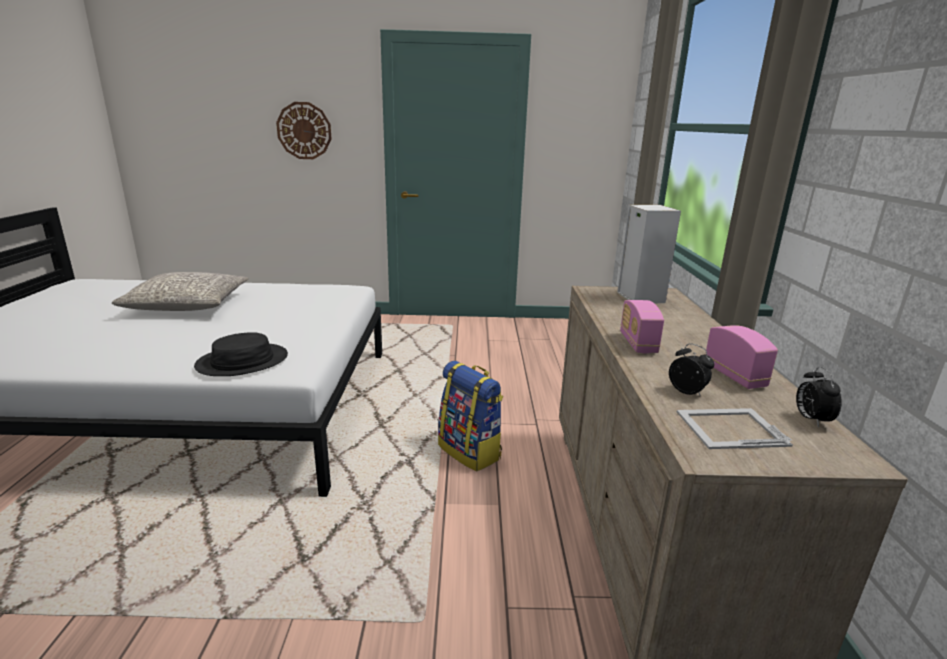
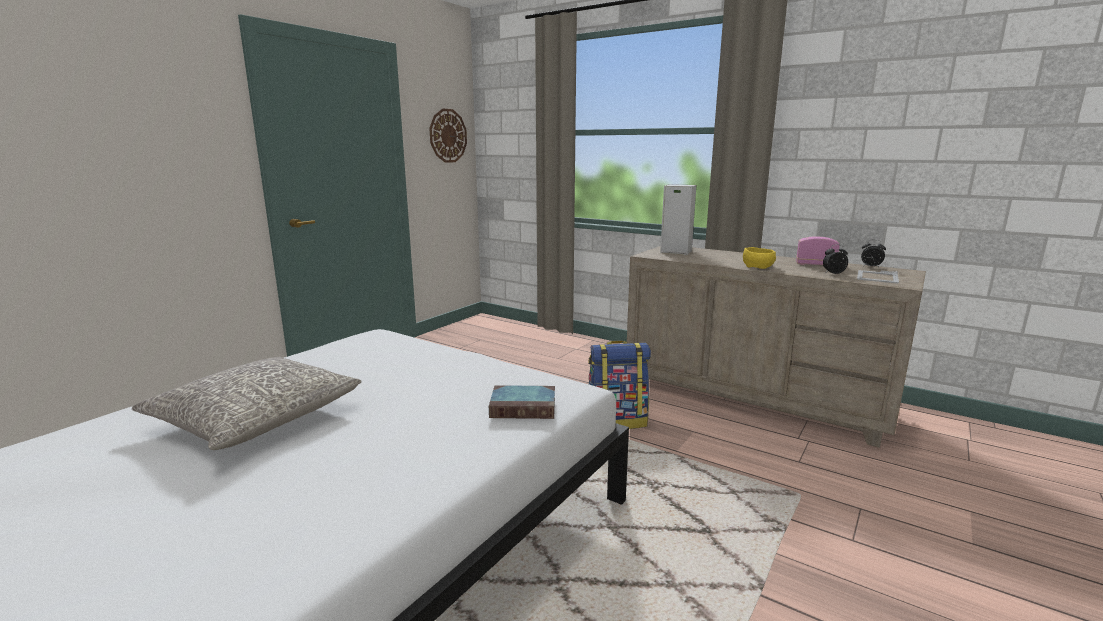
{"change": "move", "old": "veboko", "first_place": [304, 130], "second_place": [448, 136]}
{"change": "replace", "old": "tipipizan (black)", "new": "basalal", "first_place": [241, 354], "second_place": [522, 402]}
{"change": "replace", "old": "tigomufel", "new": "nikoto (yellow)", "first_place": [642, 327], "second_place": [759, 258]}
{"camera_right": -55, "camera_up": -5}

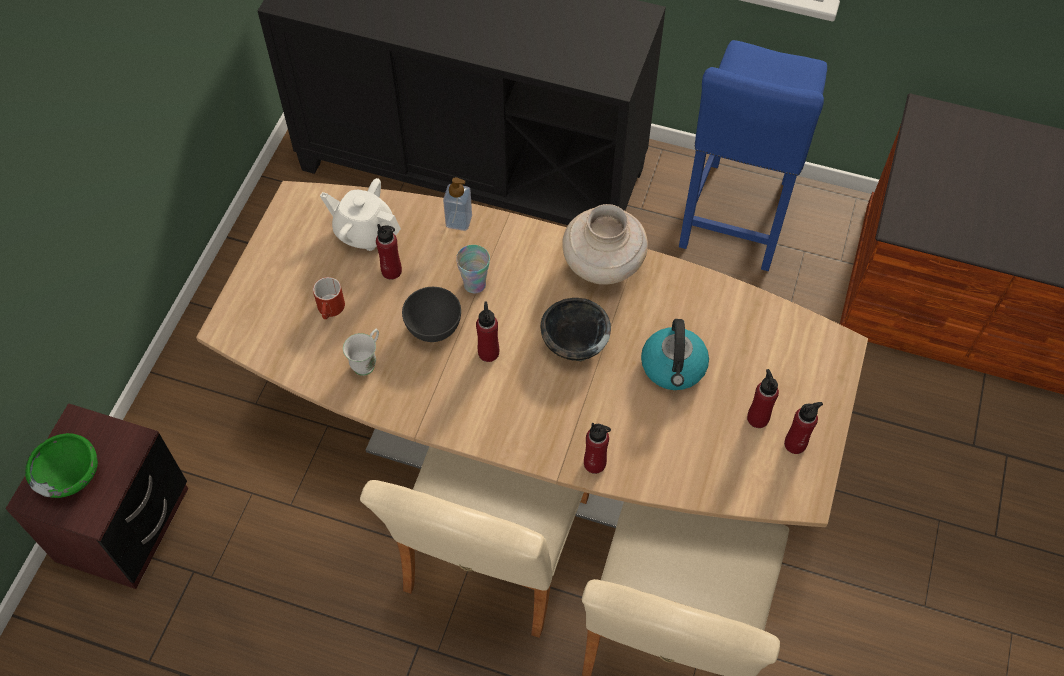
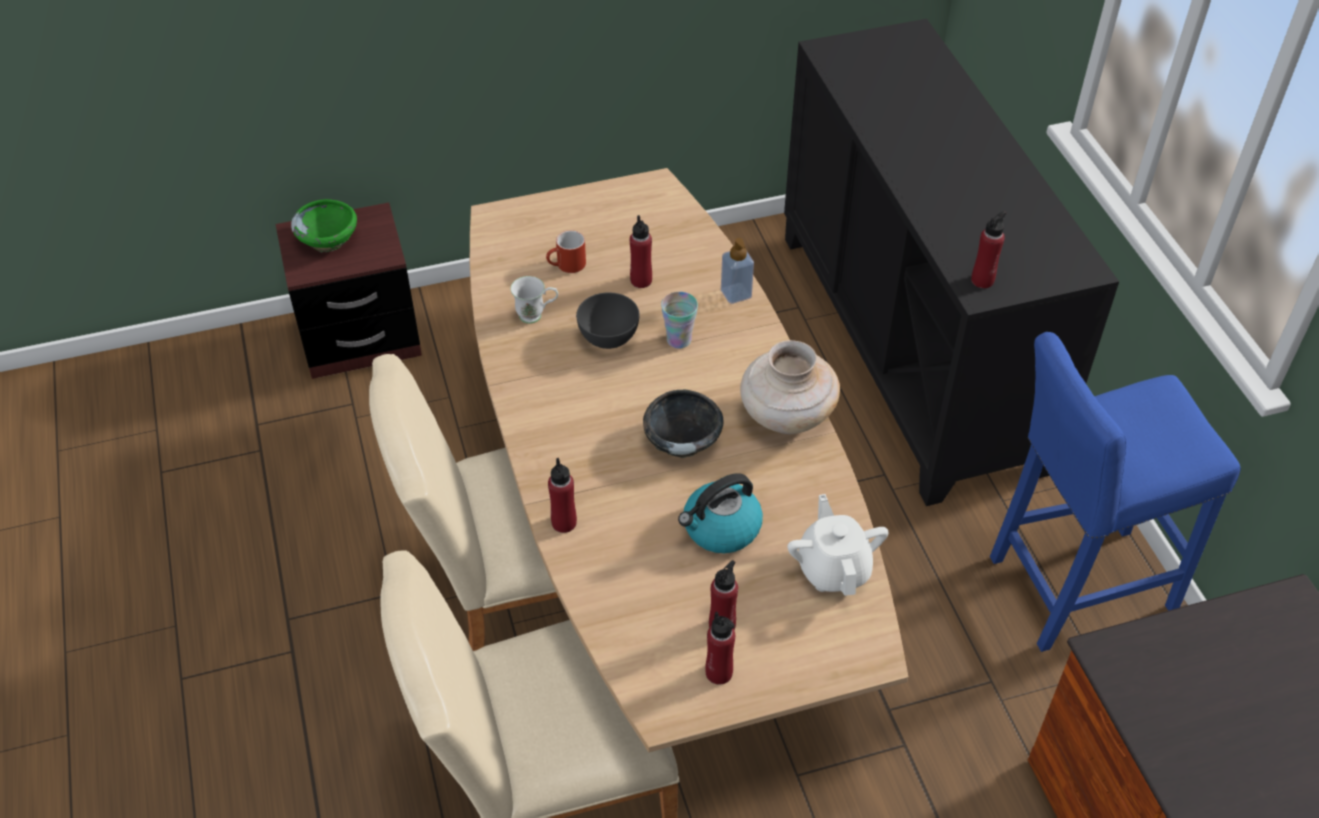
{"change": "move", "old": "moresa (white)", "first_place": [360, 214], "second_place": [838, 545]}
{"change": "move", "old": "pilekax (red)", "first_place": [487, 331], "second_place": [988, 249]}
{"camera_right": 55, "camera_up": -10}

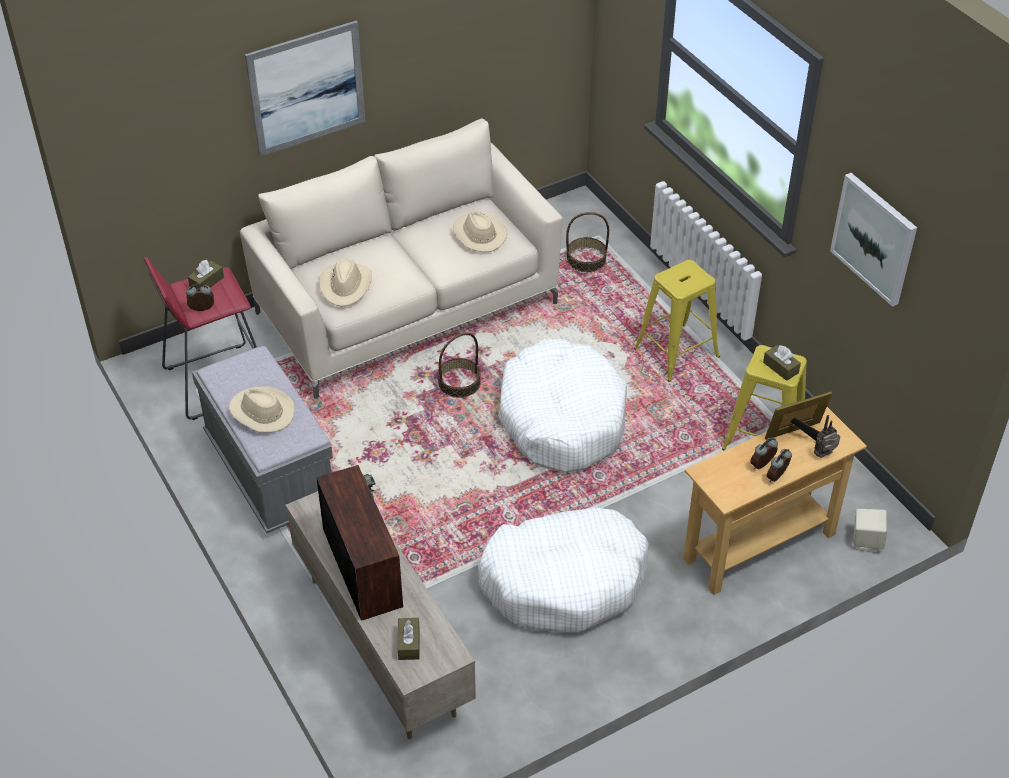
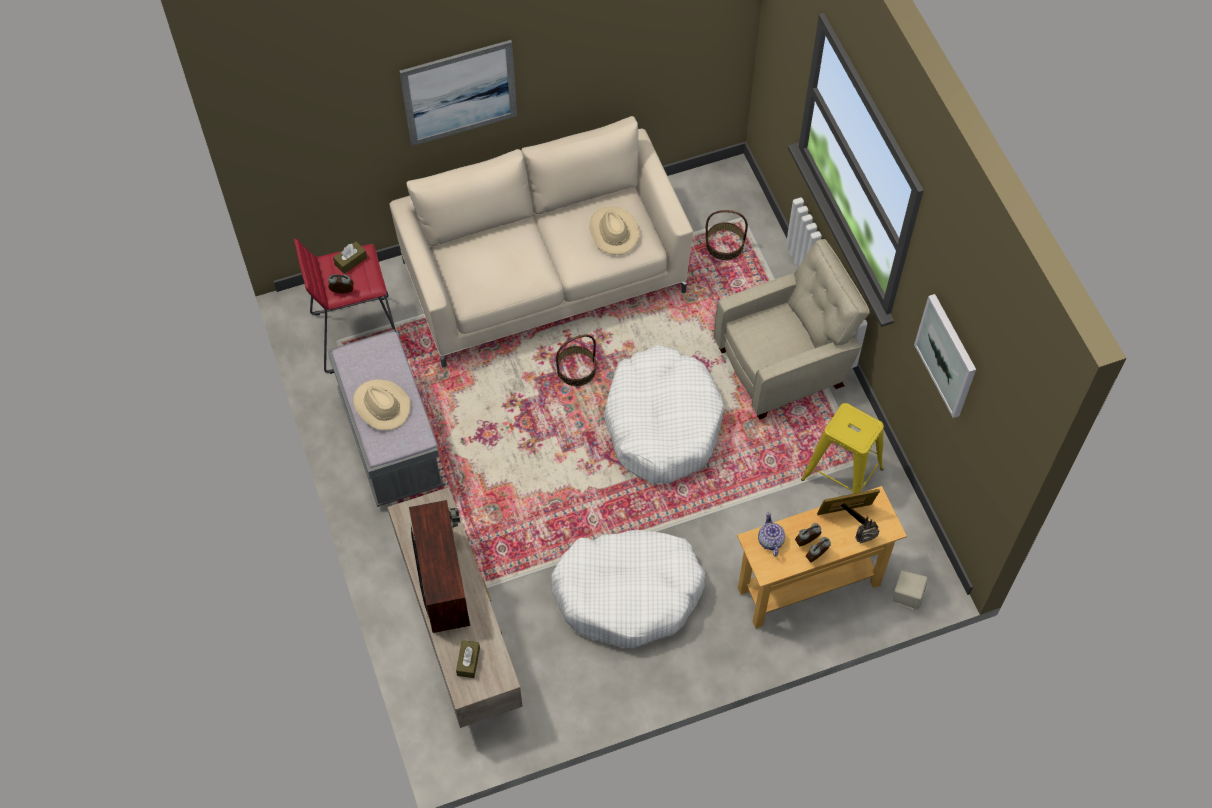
{"change": "delete", "old": "tipipizan (beige)", "first_place": [345, 282]}
{"change": "delete", "old": "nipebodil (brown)", "first_place": [782, 363]}
{"change": "insert", "new": "moresa", "second_place": [771, 534]}
{"change": "replace", "old": "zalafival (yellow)", "new": "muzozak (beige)", "first_place": [677, 321], "second_place": [791, 329]}
{"camera_right": 10, "camera_up": 15}

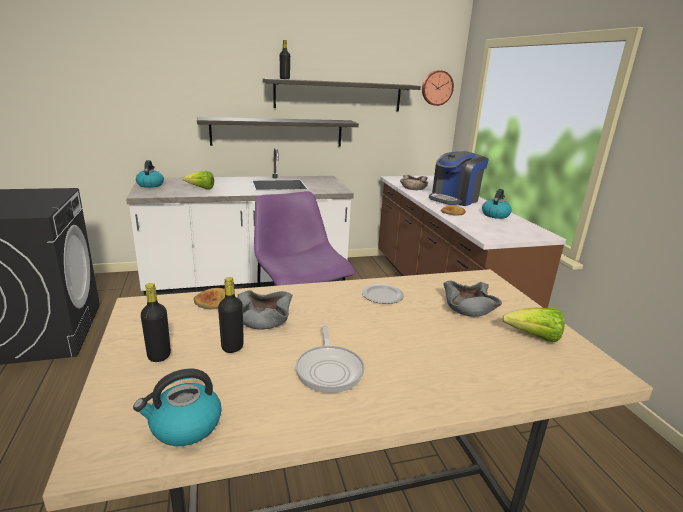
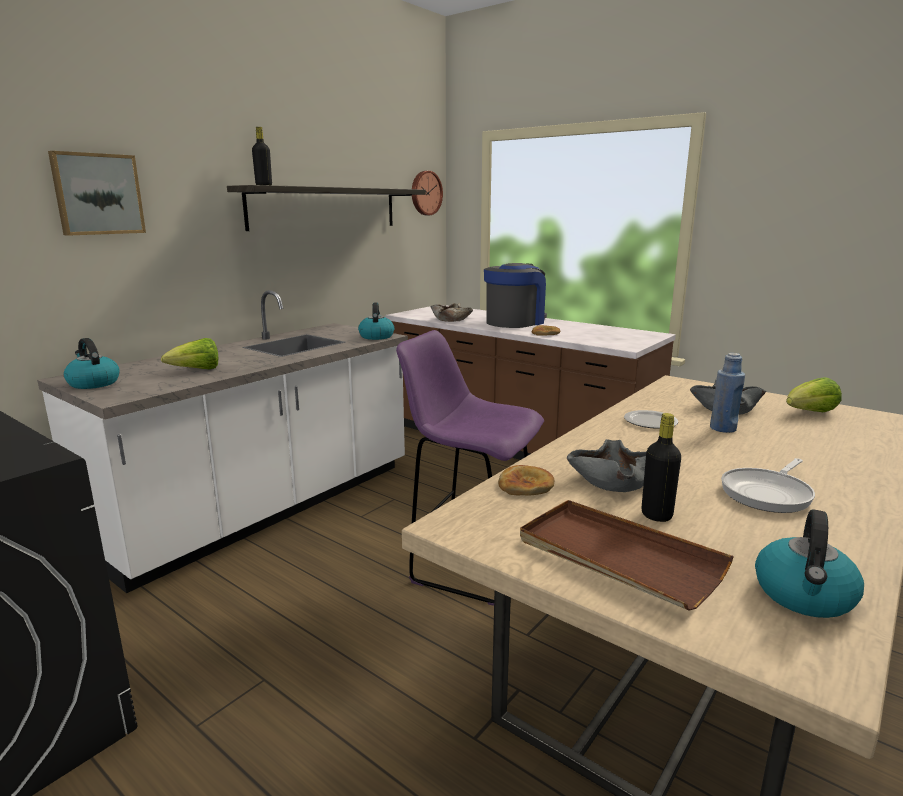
{"change": "delete", "old": "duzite", "first_place": [278, 132]}
{"change": "insert", "new": "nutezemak", "second_place": [97, 193]}
{"change": "insert", "new": "pilekax (blue)", "second_place": [727, 393]}
{"change": "move", "old": "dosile", "first_place": [497, 204], "second_place": [376, 321]}
{"change": "replace", "old": "pilekax (black)", "new": "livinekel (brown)", "first_place": [156, 322], "second_place": [627, 555]}
{"change": "rotate", "old": "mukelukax", "first_place": [330, 359], "second_place": [768, 485], "degrees": 90}
{"change": "rotate", "old": "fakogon", "first_place": [459, 178], "second_place": [515, 295], "degrees": -150}
{"camera_right": -35, "camera_up": -5}

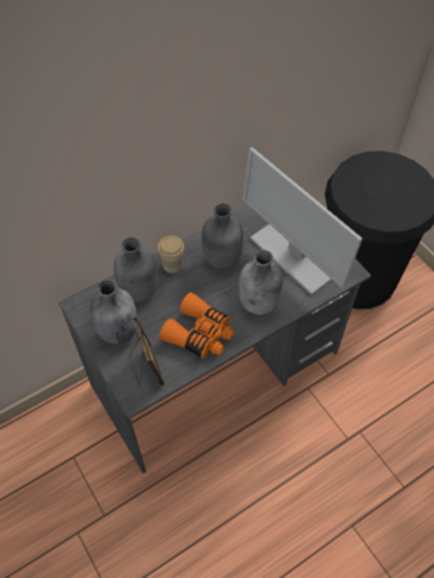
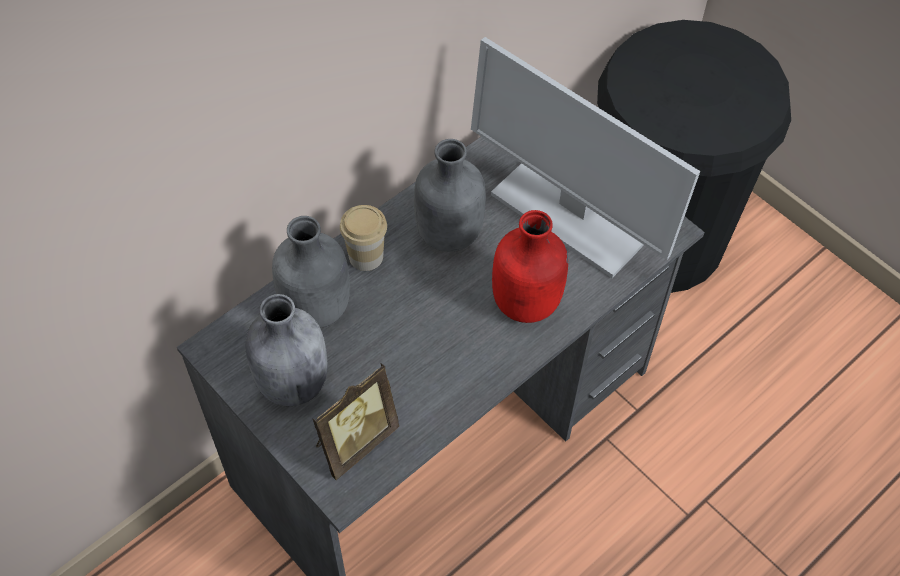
{"change": "delete", "old": "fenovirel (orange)", "first_place": [196, 325]}
{"change": "recolor", "old": "pilekax (grey)", "new": "pilekax (red)", "first_place": [261, 282], "second_place": [530, 266]}
{"change": "rotate", "old": "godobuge", "first_place": [147, 352], "second_place": [355, 421], "degrees": 75}
{"camera_right": -10, "camera_up": 0}

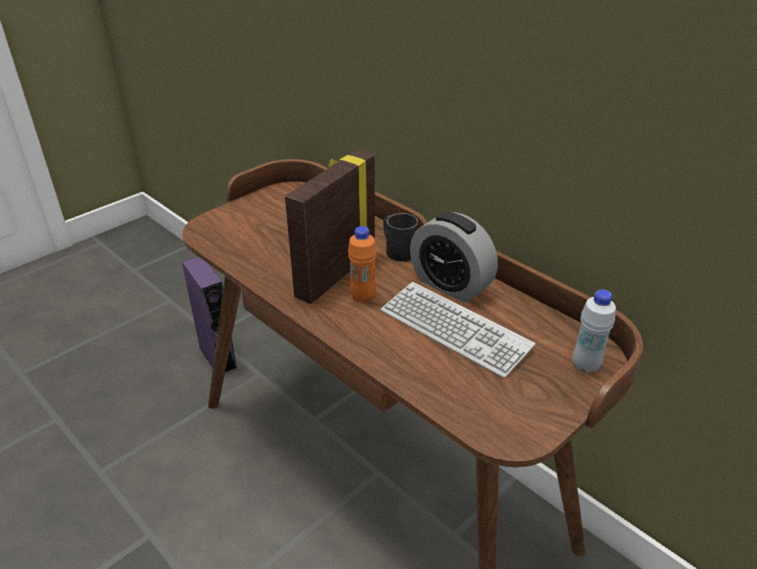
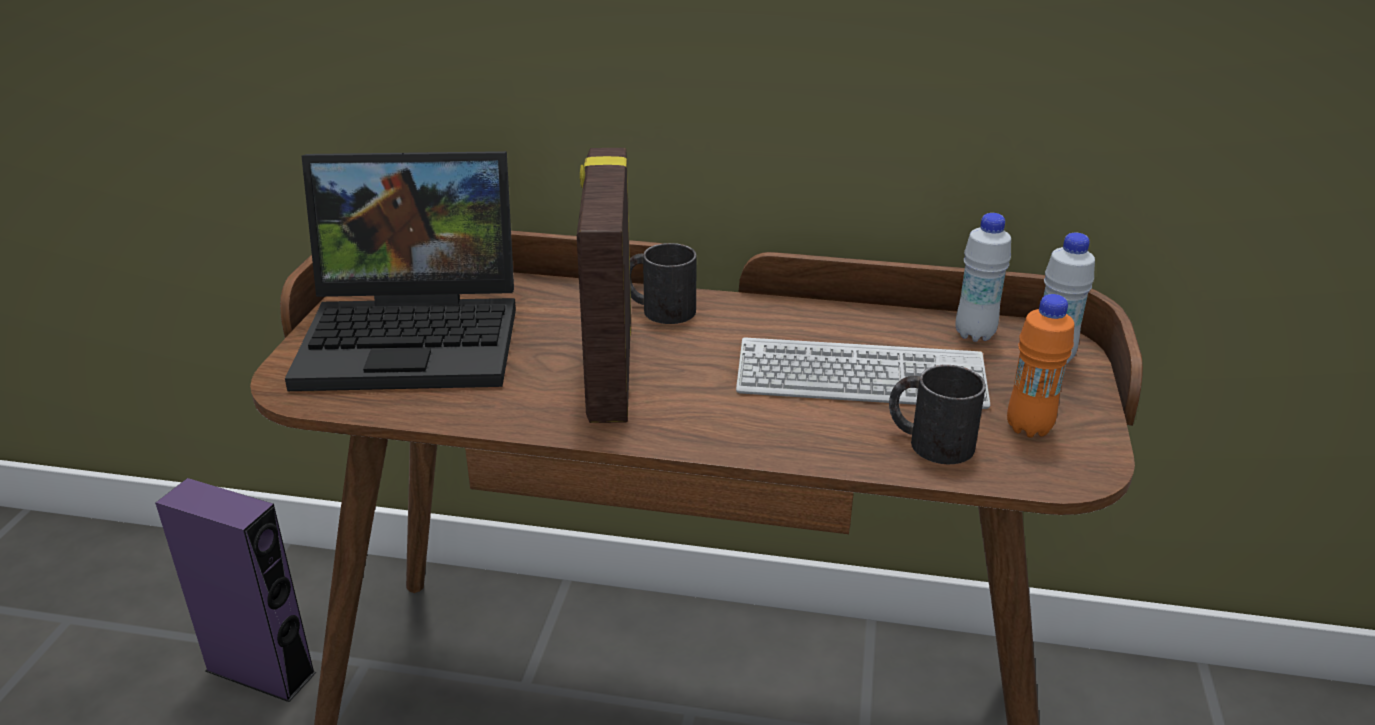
{"change": "delete", "old": "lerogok", "first_place": [454, 257]}
{"change": "insert", "new": "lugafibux", "second_place": [400, 271]}
{"change": "insert", "new": "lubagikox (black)", "second_place": [937, 414]}
{"change": "insert", "new": "pilekax (white)", "second_place": [983, 277]}
{"change": "move", "old": "pilekax (orange)", "first_place": [362, 264], "second_place": [1040, 366]}
{"camera_right": -35, "camera_up": -5}

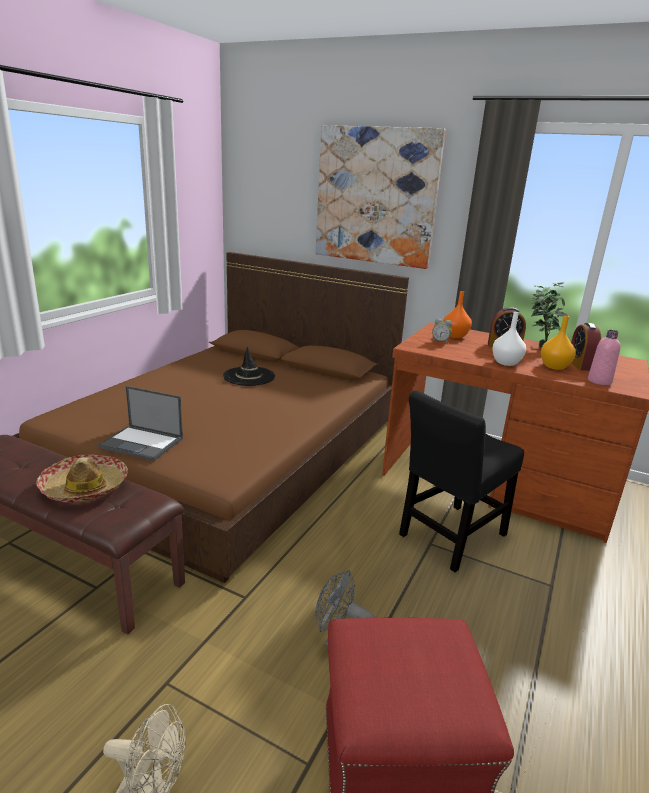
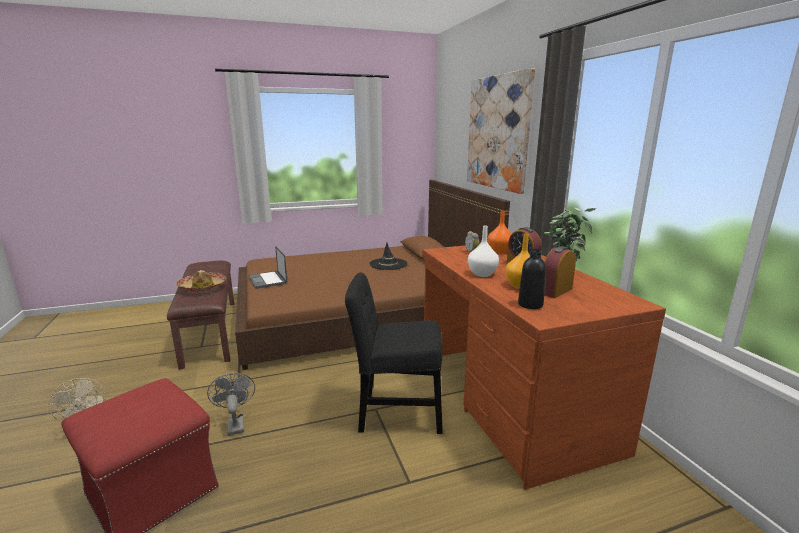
{"change": "recolor", "old": "pilekax (pink)", "new": "pilekax (black)", "first_place": [604, 357], "second_place": [532, 279]}
{"camera_right": 45, "camera_up": -5}

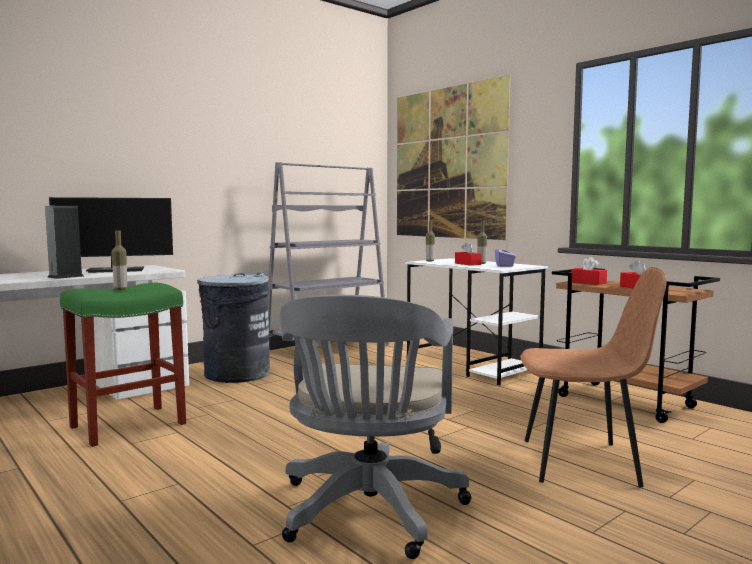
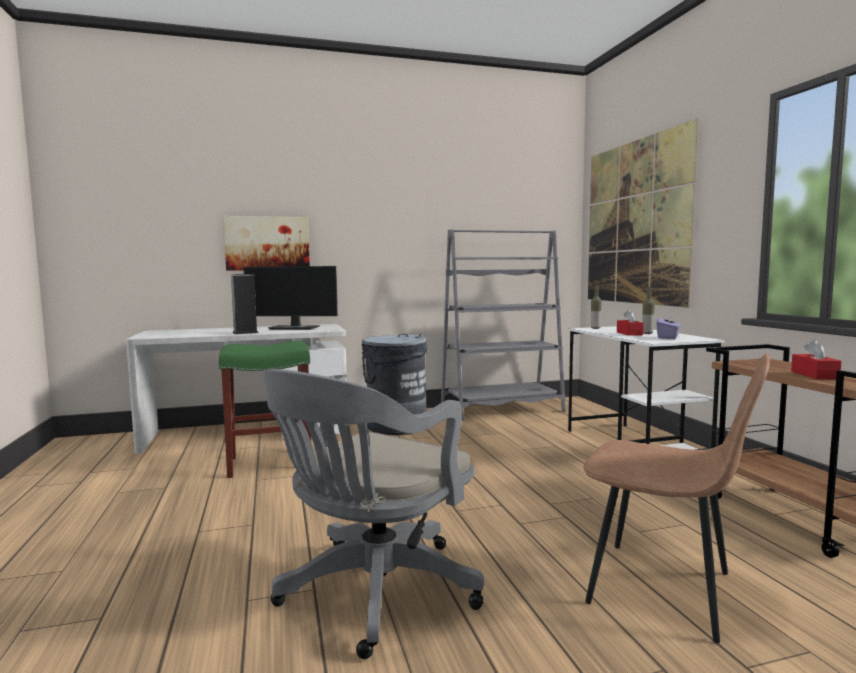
{"change": "delete", "old": "pilekax", "first_place": [119, 260]}
{"change": "delete", "old": "nipebodil (red)", "first_place": [589, 271]}
{"change": "insert", "new": "nutezemak", "second_place": [266, 243]}
{"camera_right": 25, "camera_up": 0}

